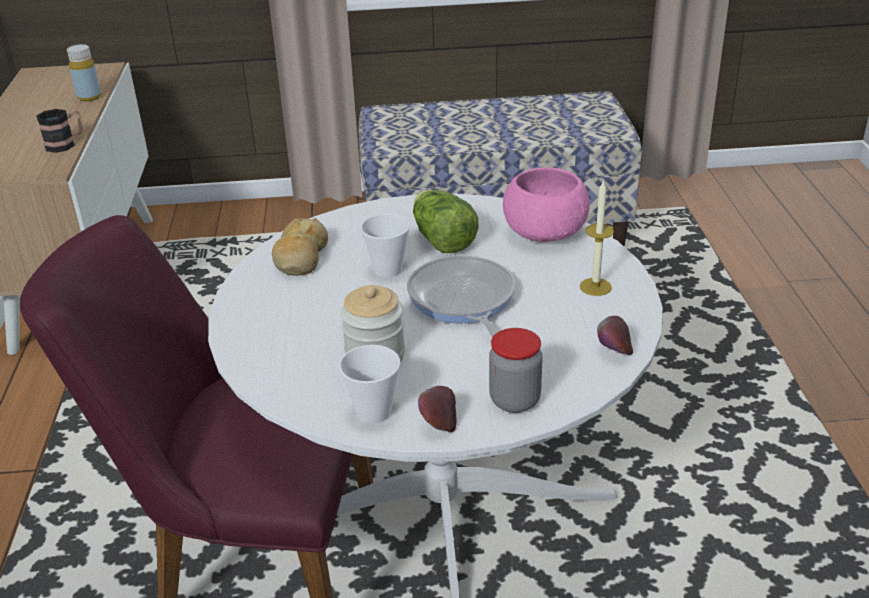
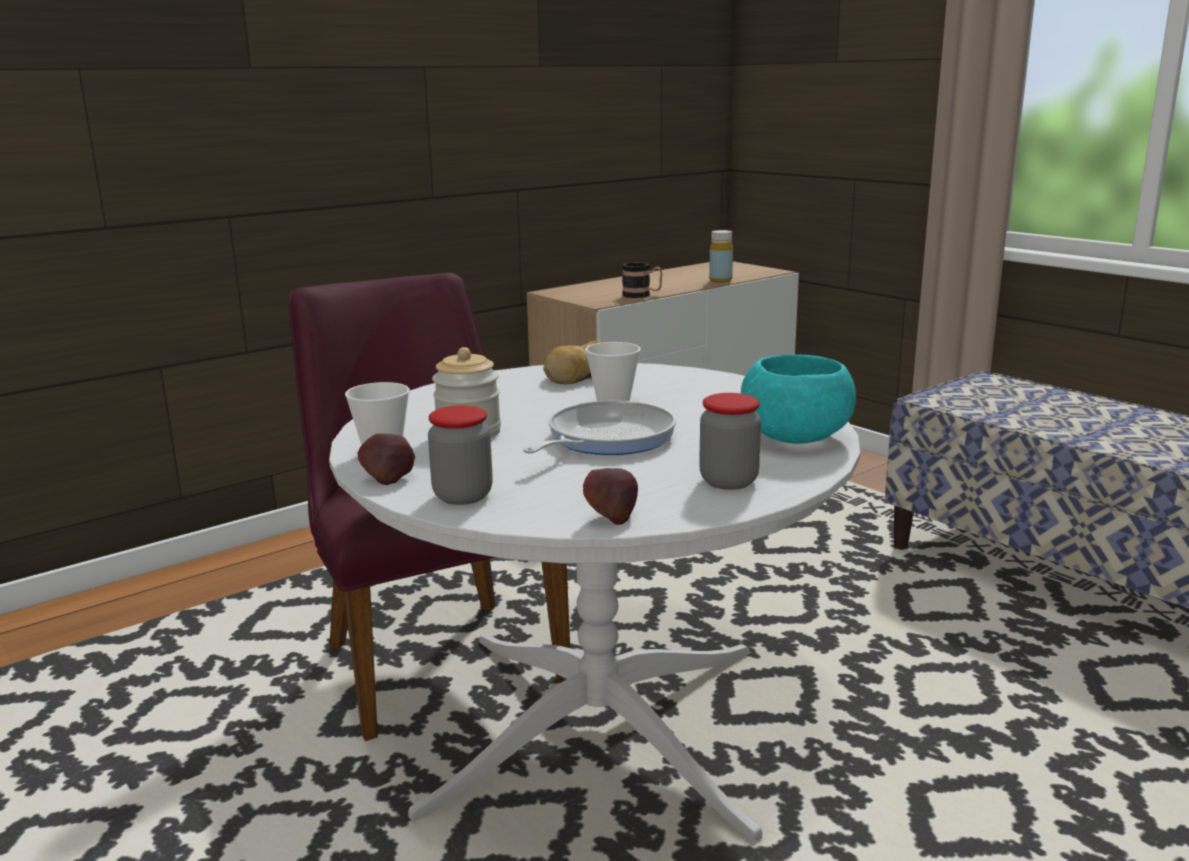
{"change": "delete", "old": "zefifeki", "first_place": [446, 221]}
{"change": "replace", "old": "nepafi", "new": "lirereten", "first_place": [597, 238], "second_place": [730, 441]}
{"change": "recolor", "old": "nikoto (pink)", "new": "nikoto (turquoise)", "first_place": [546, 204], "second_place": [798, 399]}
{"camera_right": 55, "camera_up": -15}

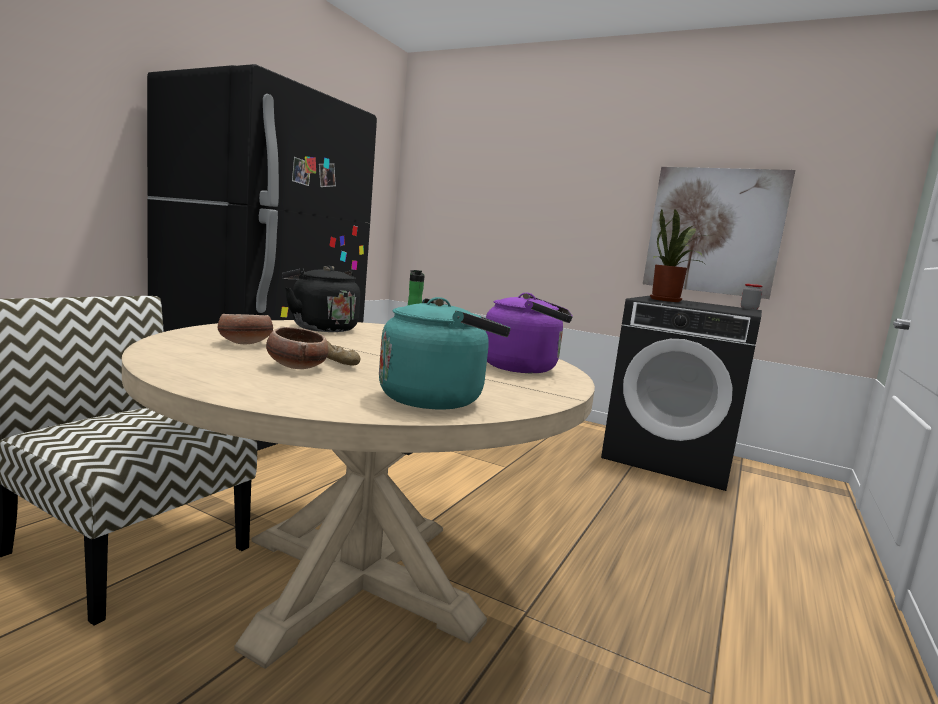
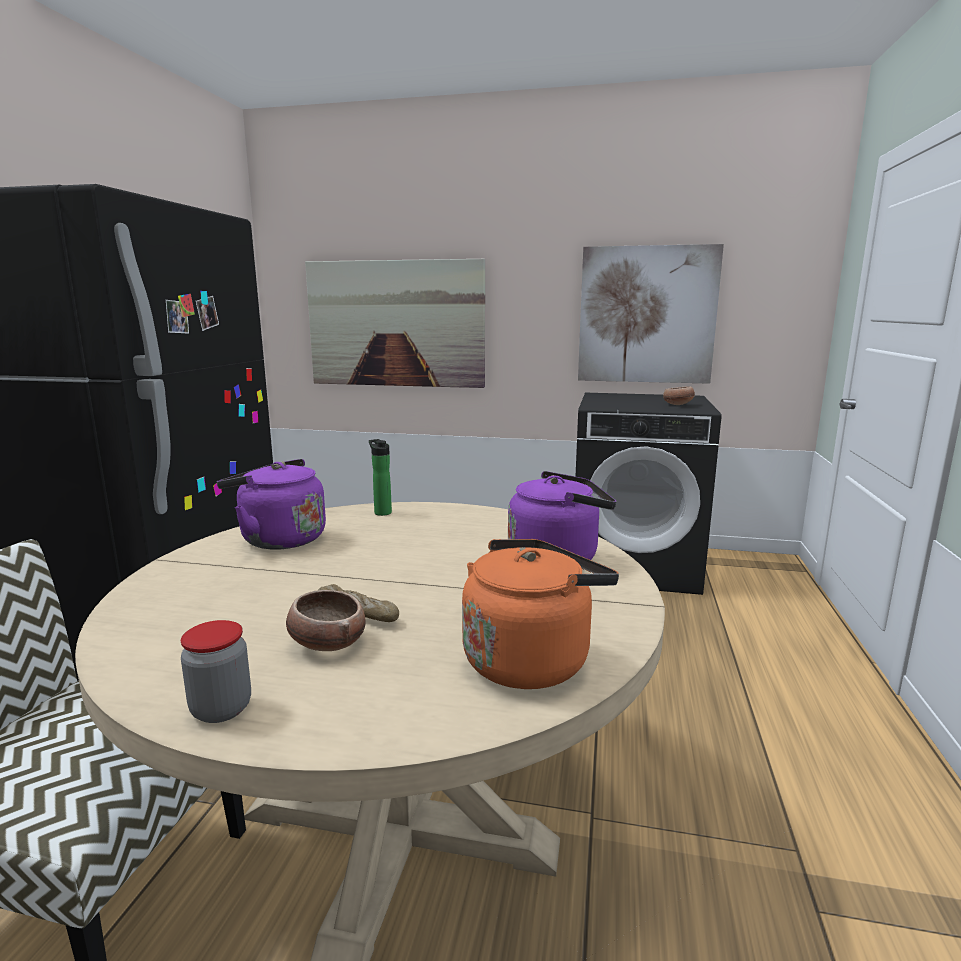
{"change": "delete", "old": "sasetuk", "first_place": [678, 255]}
{"change": "insert", "new": "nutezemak", "second_place": [395, 323]}
{"change": "move", "old": "nikoto", "first_place": [245, 329], "second_place": [679, 395]}
{"change": "move", "old": "lirereten", "first_place": [752, 297], "second_place": [216, 671]}
{"change": "recolor", "old": "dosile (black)", "new": "dosile (purple)", "first_place": [321, 298], "second_place": [271, 504]}
{"change": "recolor", "old": "dosile (turquoise)", "new": "dosile (orange)", "first_place": [445, 353], "second_place": [540, 614]}
{"camera_right": -15, "camera_up": 5}

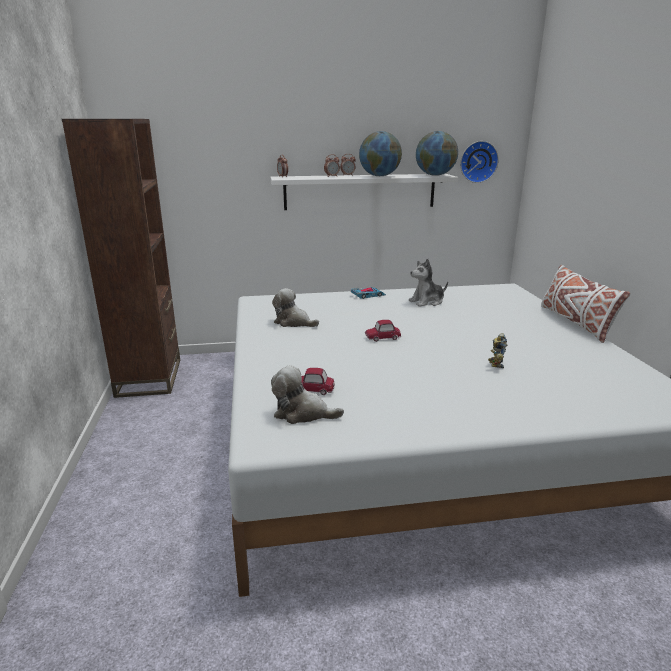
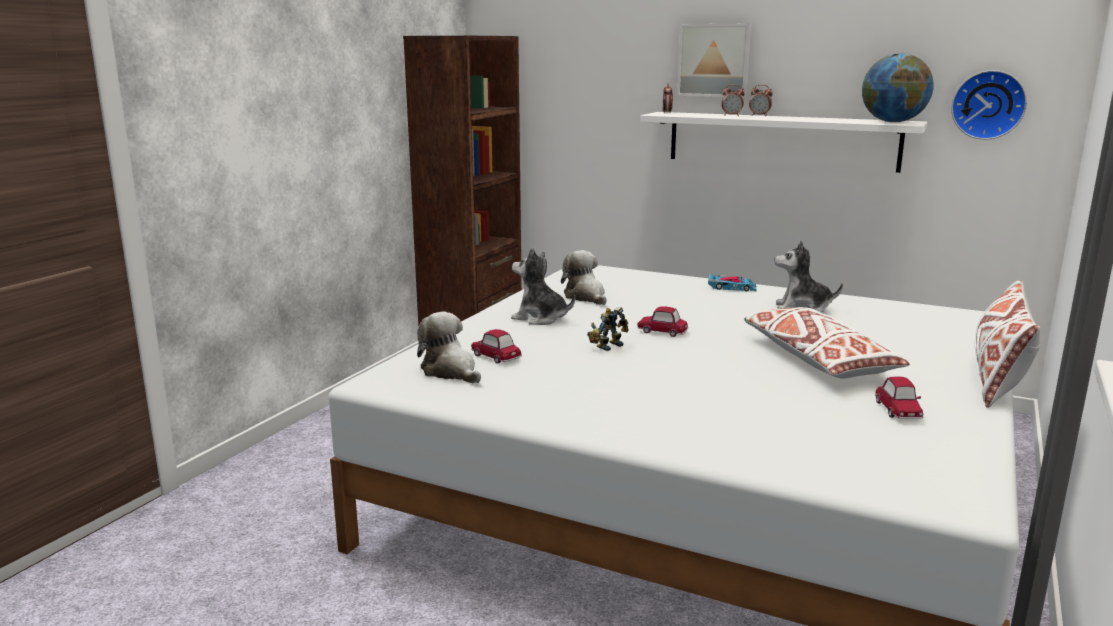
{"change": "delete", "old": "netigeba", "first_place": [380, 153]}
{"change": "insert", "new": "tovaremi", "second_place": [543, 286]}
{"change": "insert", "new": "nutezemak", "second_place": [714, 61]}
{"change": "insert", "new": "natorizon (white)", "second_place": [827, 343]}
{"change": "insert", "new": "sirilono", "second_place": [899, 397]}
{"change": "move", "old": "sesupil", "first_place": [497, 350], "second_place": [608, 329]}
{"camera_right": 35, "camera_up": -5}

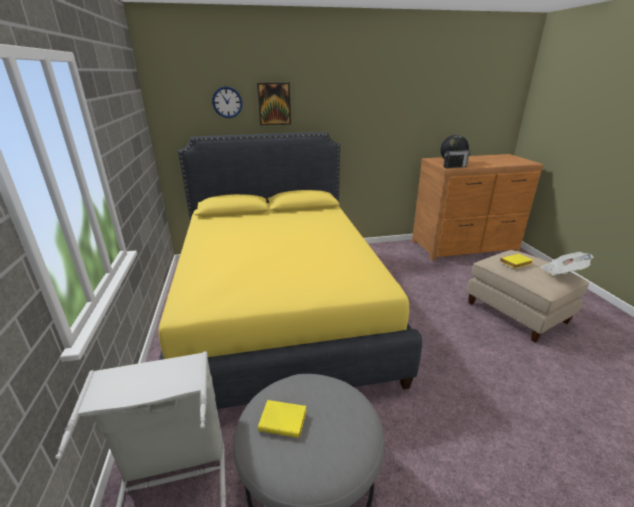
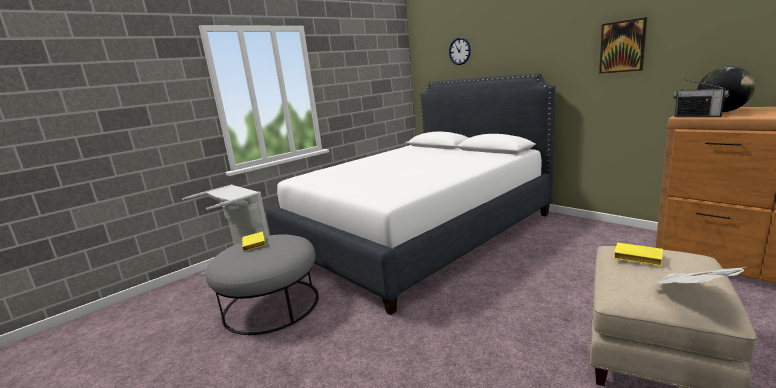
{"change": "move", "old": "nutezemak", "first_place": [274, 104], "second_place": [623, 45]}
{"change": "recolor", "old": "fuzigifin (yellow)", "new": "fuzigifin (white)", "first_place": [290, 270], "second_place": [411, 194]}
{"camera_right": 60, "camera_up": -10}

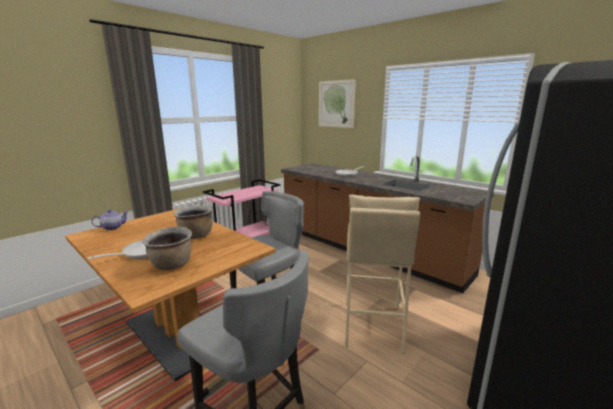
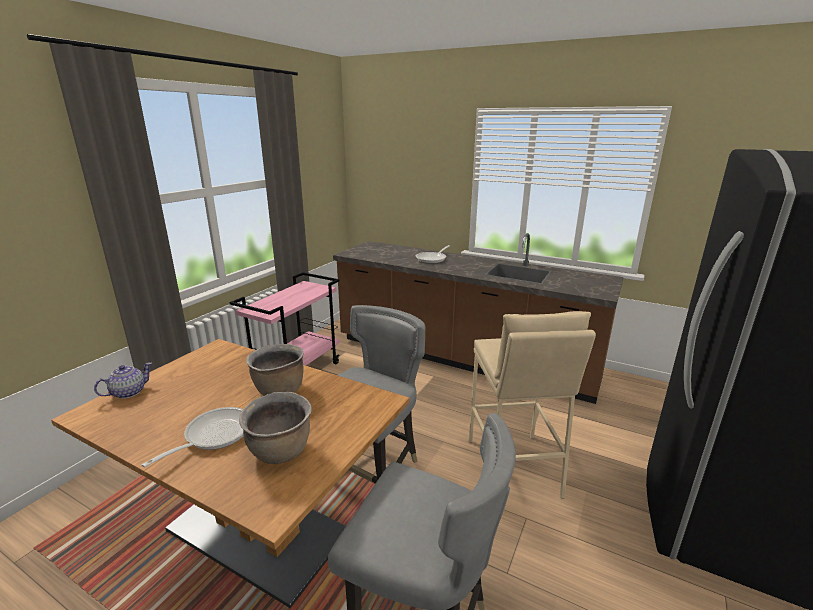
{"change": "delete", "old": "nutezemak", "first_place": [337, 103]}
{"camera_right": -15, "camera_up": 5}

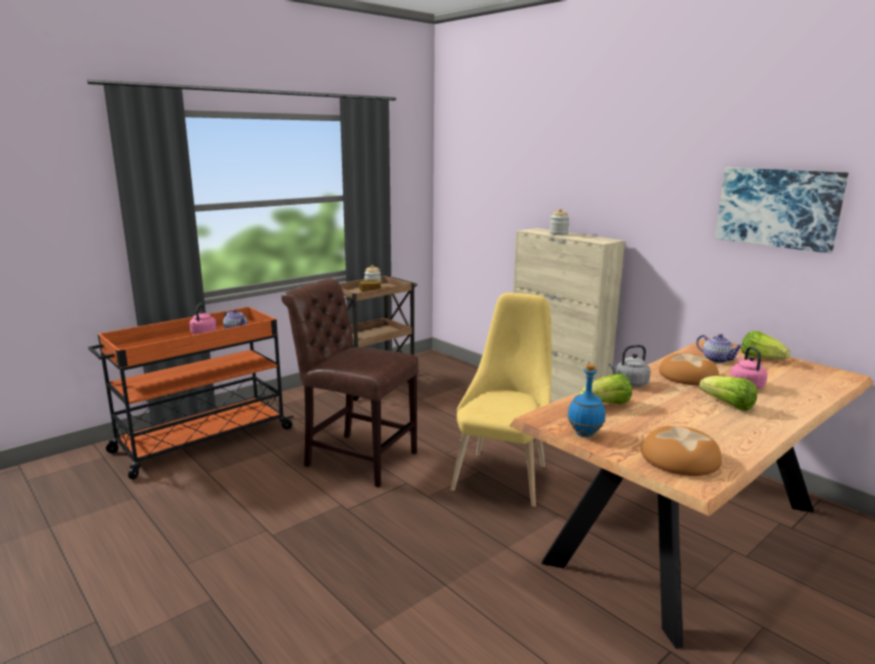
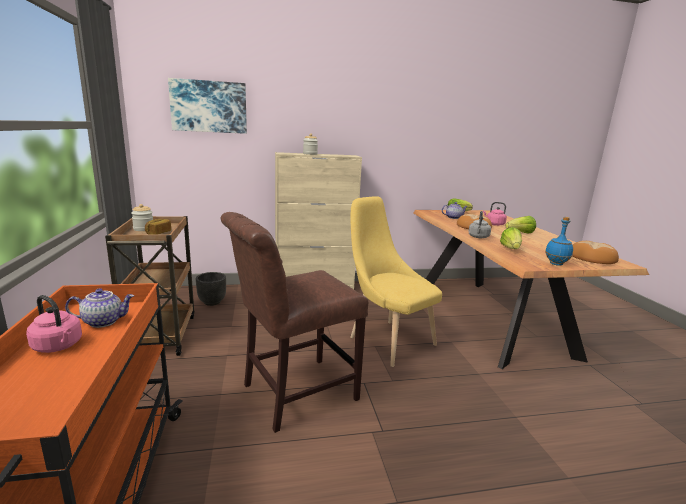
{"change": "insert", "new": "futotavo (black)", "second_place": [211, 289]}
{"change": "move", "old": "nutezemak", "first_place": [781, 210], "second_place": [207, 106]}
{"camera_right": -60, "camera_up": 0}

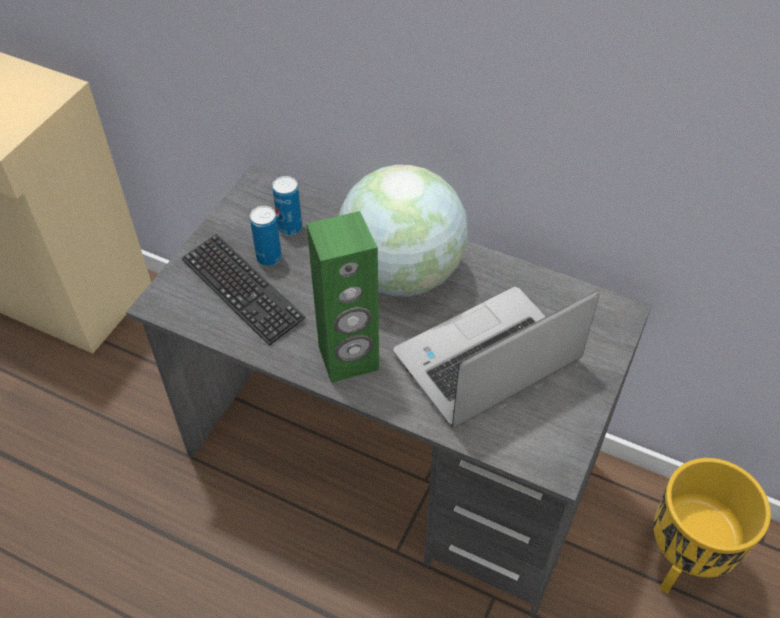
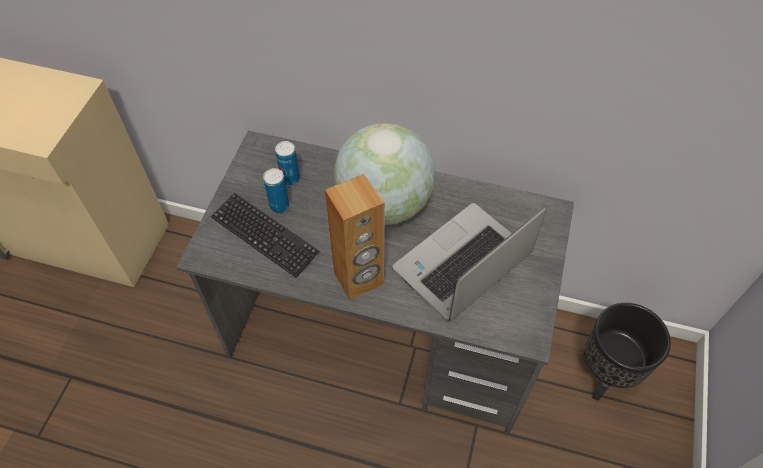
{"change": "recolor", "old": "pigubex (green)", "new": "pigubex (brown)", "first_place": [342, 297], "second_place": [355, 237]}
{"change": "recolor", "old": "futotavo (yellow)", "new": "futotavo (black)", "first_place": [712, 526], "second_place": [627, 352]}
{"camera_right": -10, "camera_up": 5}

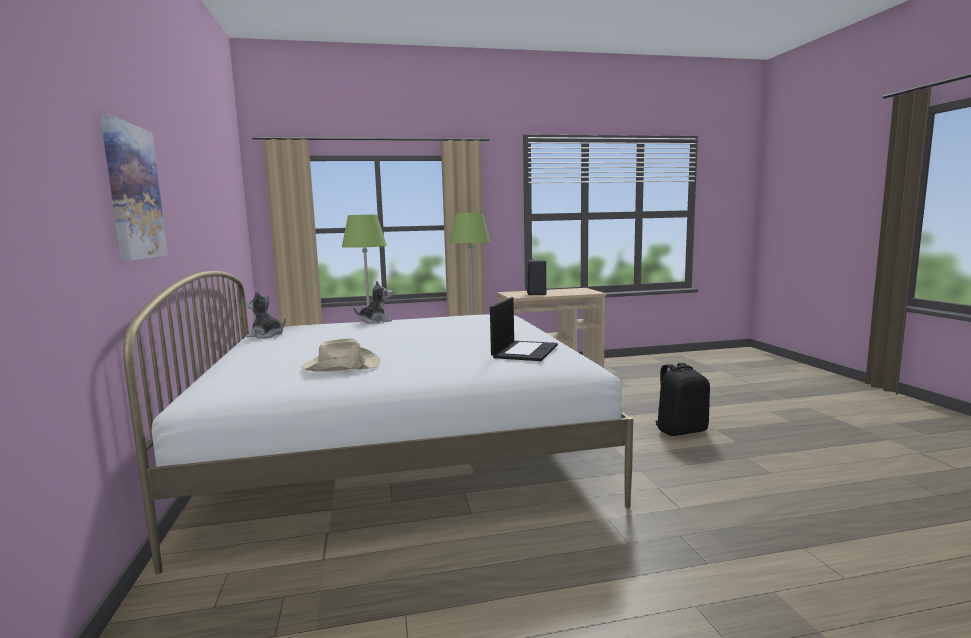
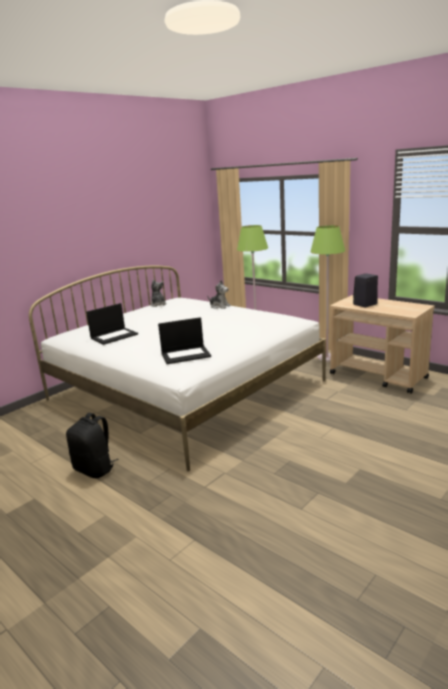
{"change": "delete", "old": "nutezemak", "first_place": [134, 187]}
{"change": "move", "old": "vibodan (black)", "first_place": [683, 399], "second_place": [92, 445]}
{"change": "replace", "old": "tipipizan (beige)", "new": "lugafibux", "first_place": [340, 354], "second_place": [112, 324]}
{"camera_right": 55, "camera_up": 10}

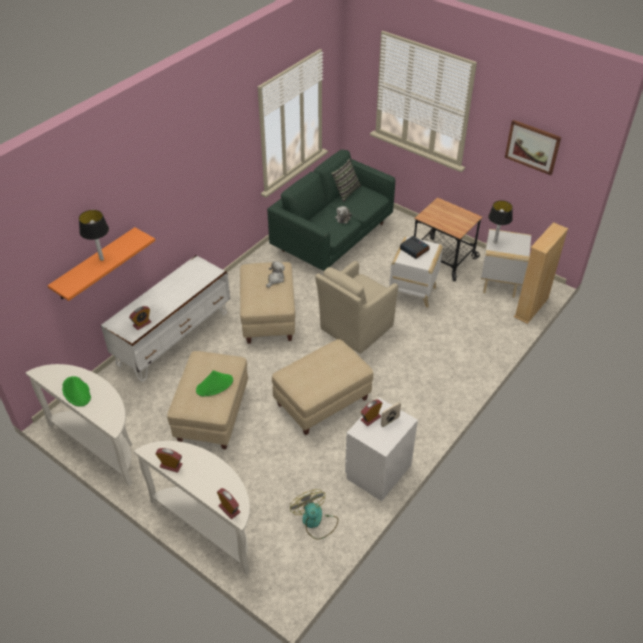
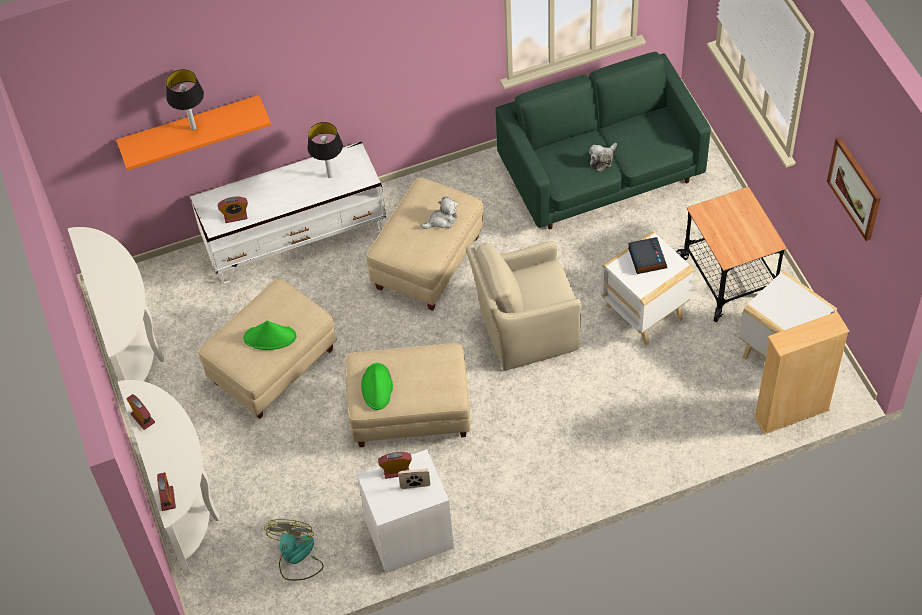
{"change": "delete", "old": "natorizon", "first_place": [346, 180]}
{"change": "move", "old": "tipipizan (green)", "first_place": [76, 391], "second_place": [377, 386]}
{"change": "move", "old": "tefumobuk", "first_place": [500, 221], "second_place": [325, 150]}
{"camera_right": 35, "camera_up": 10}

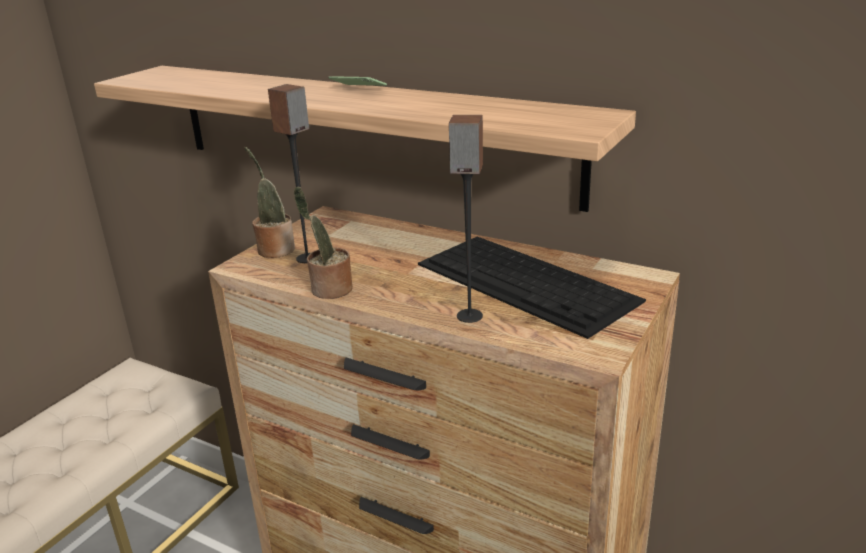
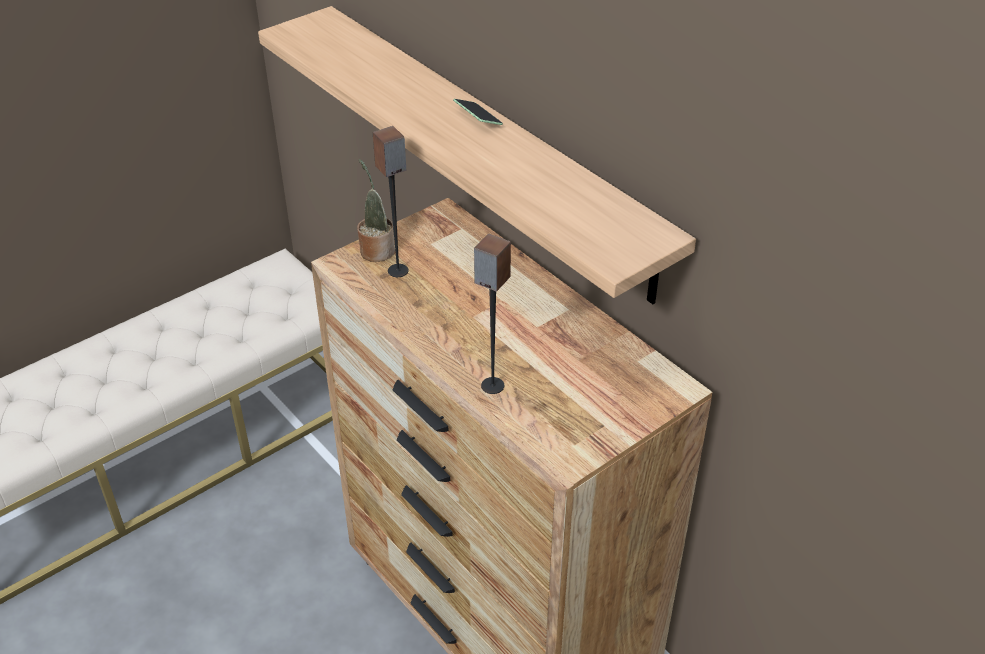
{"change": "delete", "old": "sasetuk", "first_place": [323, 243]}
{"change": "delete", "old": "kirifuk", "first_place": [532, 288]}
{"camera_right": 20, "camera_up": 15}

